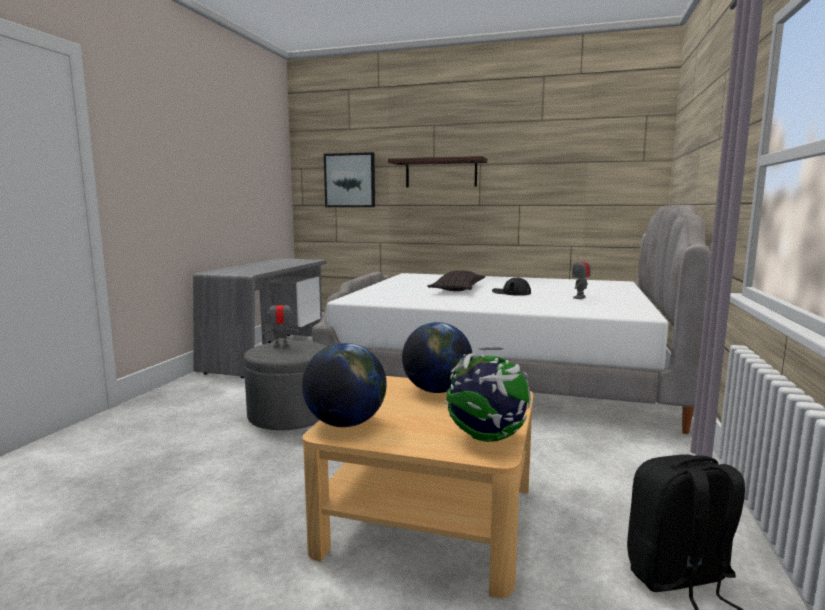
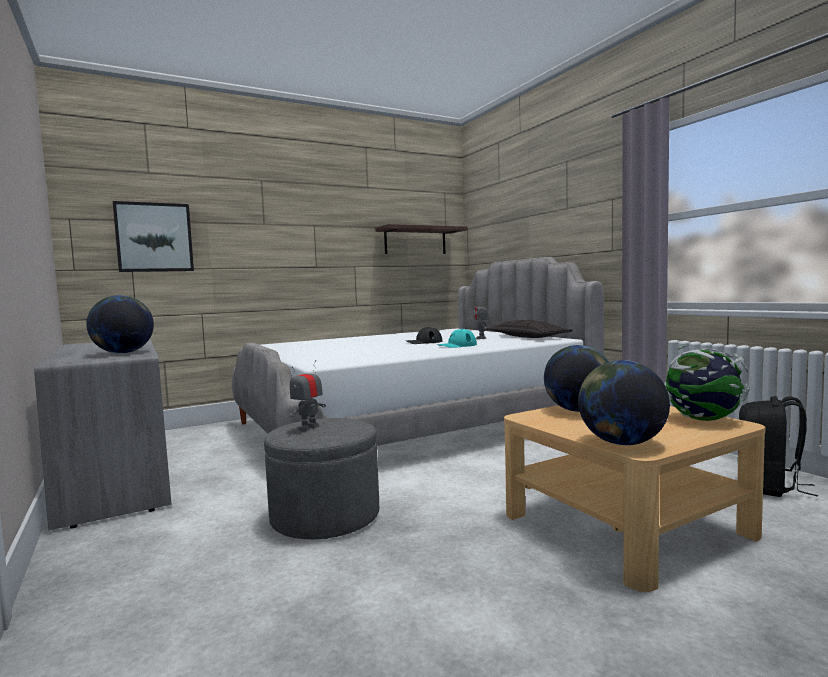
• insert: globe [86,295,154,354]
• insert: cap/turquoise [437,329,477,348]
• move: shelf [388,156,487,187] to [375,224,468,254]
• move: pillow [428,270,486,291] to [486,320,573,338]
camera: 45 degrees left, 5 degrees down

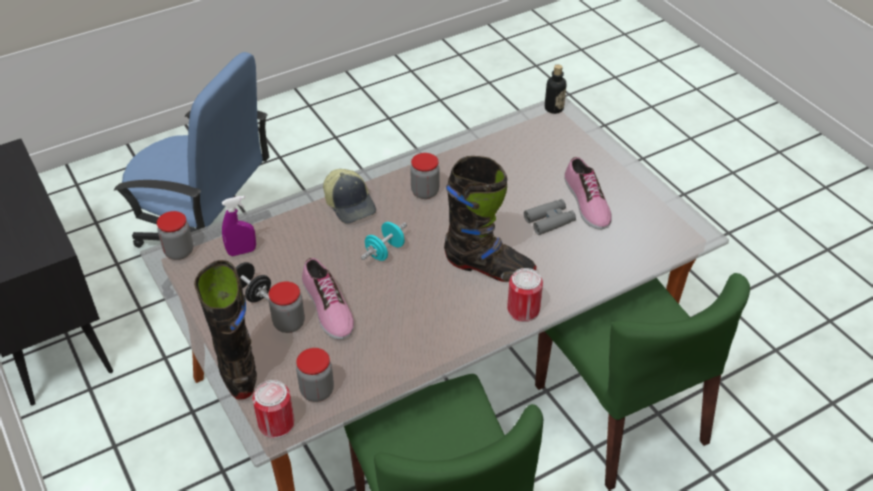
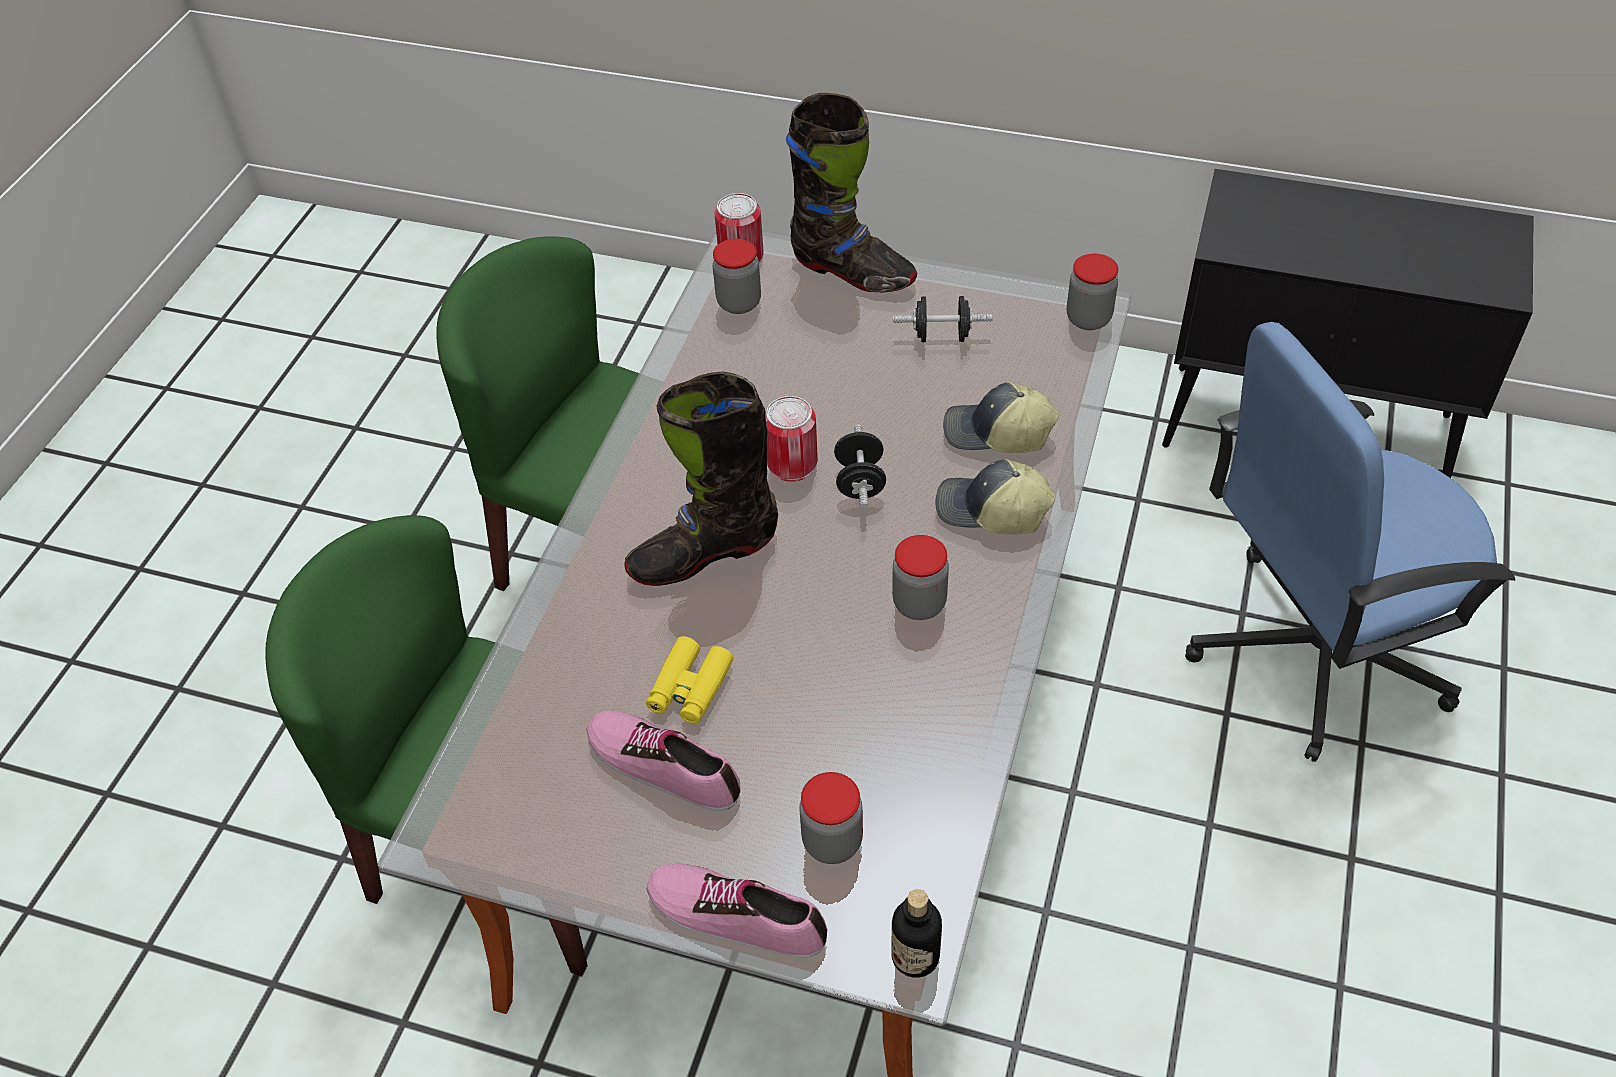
• delete: spray bottle/purple [222,196,256,256]
• insert: cap [943,382,1059,453]
• move: jar [269,281,305,333] to [799,772,863,864]
• move: shoe [302,258,354,340] to [646,864,827,958]
• move: can [507,268,543,322] to [765,396,818,482]
• recolor: dumbbell/turquoise [361,222,407,261] to dumbbell/black [834,425,886,508]
• recolor: binoculars/grey [524,199,576,235] to binoculars/yellow [646,636,733,724]
camera: 140 degrees right, 5 degrees up

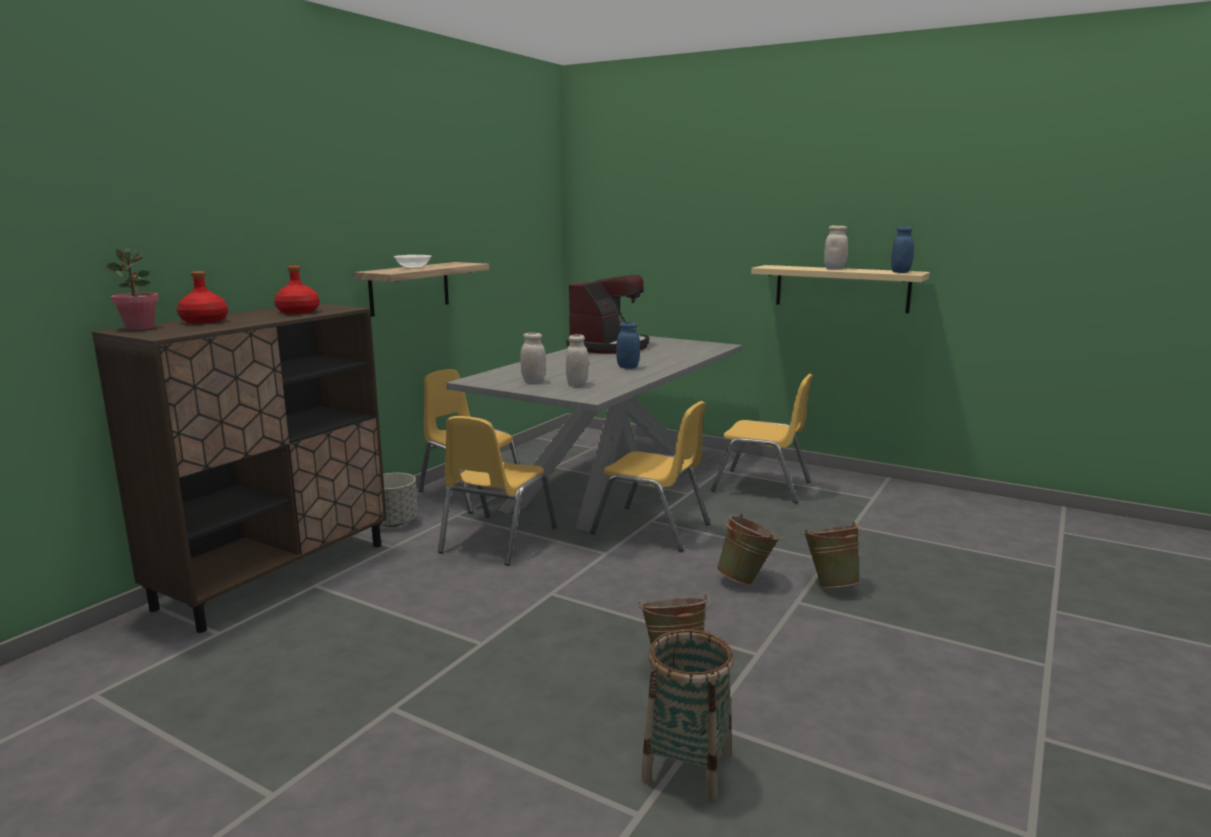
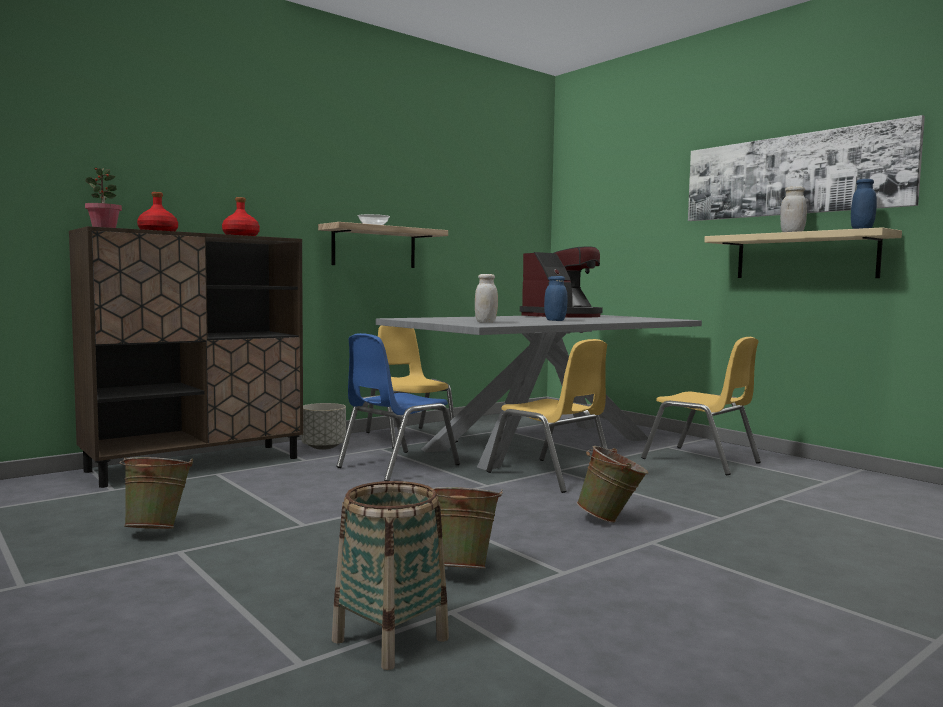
• delete: jar/white [520,333,546,383]
• insert: picture [688,115,925,221]
• move: bucket/green [803,522,863,588] to [120,457,193,529]
• recolor: chair/yellow [438,416,557,566] to chair/blue [337,333,460,481]
camera: 20 degrees right, 10 degrees down

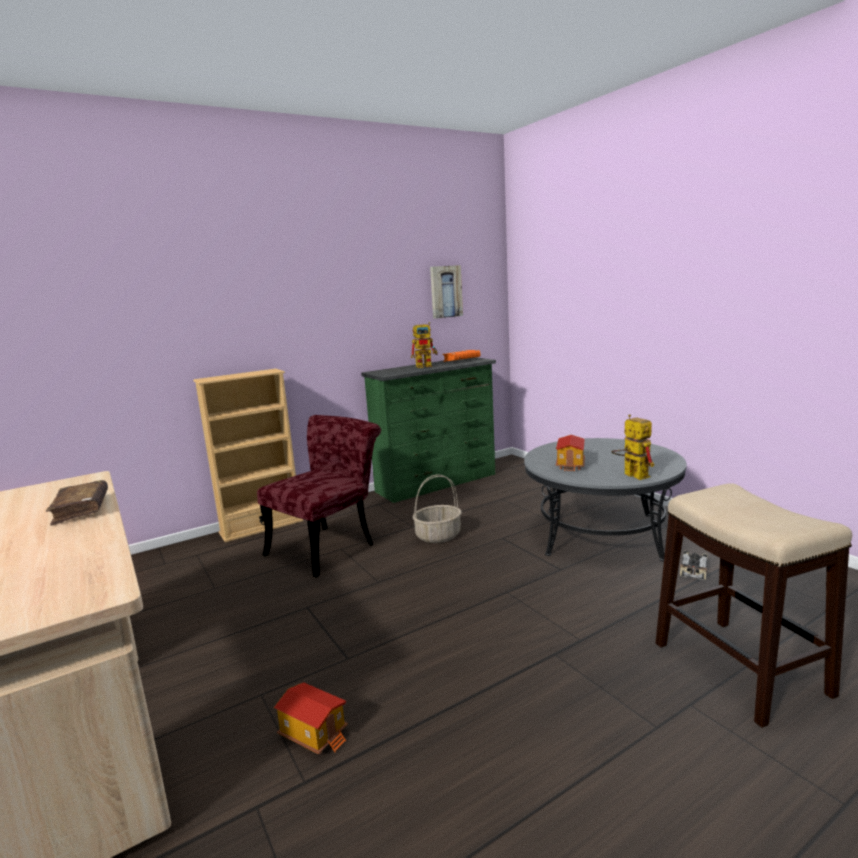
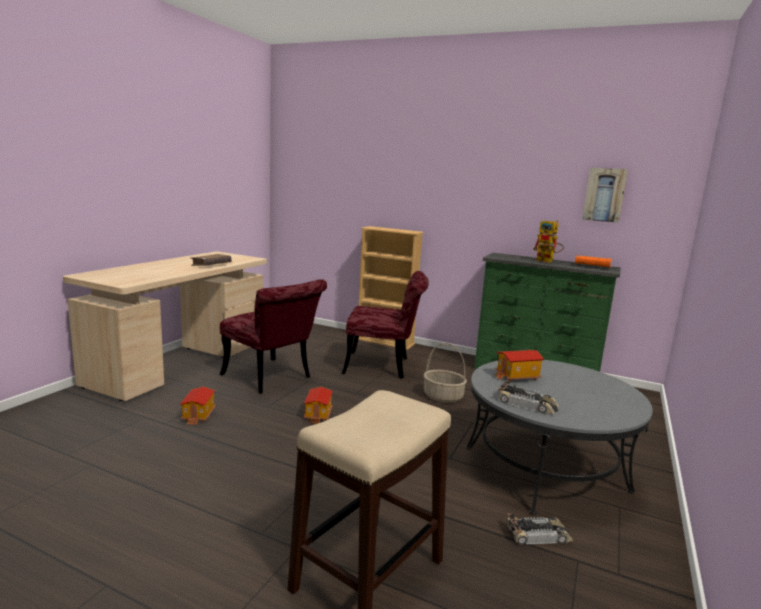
• insert: chair/red [220,279,327,394]
• insert: toy house [304,387,333,423]
• replace: toy robot [611,414,654,480] to toy car [499,380,559,414]
camera: 55 degrees right, 0 degrees up

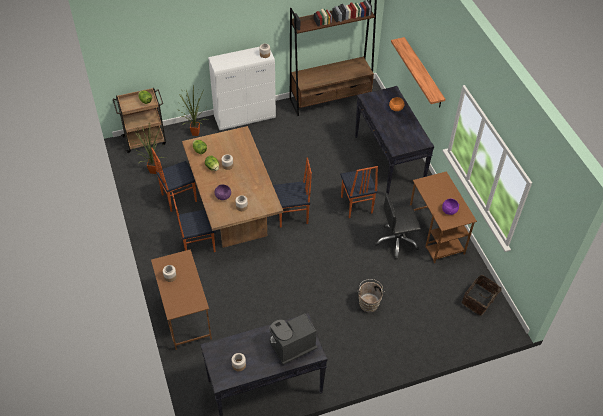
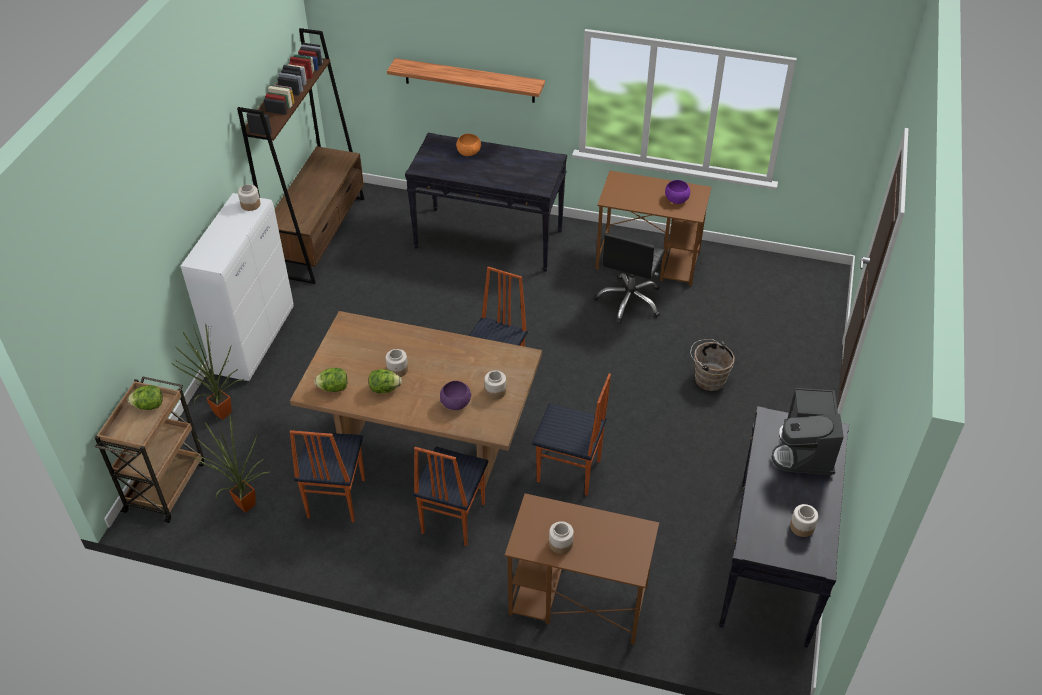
• delete: basket [462,275,501,316]
• move: chair [340,166,378,218] to [532,374,611,496]
camera: 55 degrees left, 5 degrees down

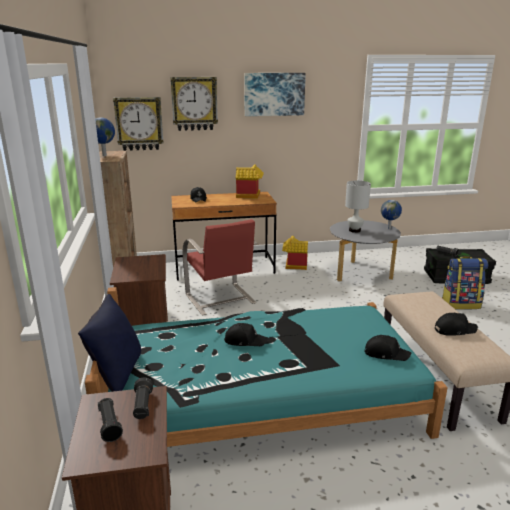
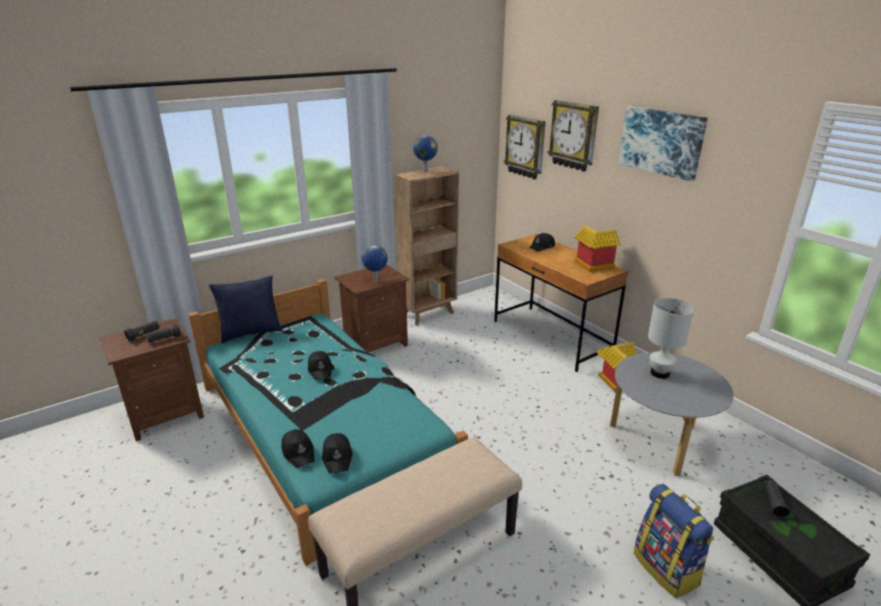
• delete: chair/red [182,219,257,316]
• move: globe [381,200,402,229] to [362,245,388,282]
• move: cap/black [435,313,478,336] to [281,429,315,468]
camera: 65 degrees right, 5 degrees up

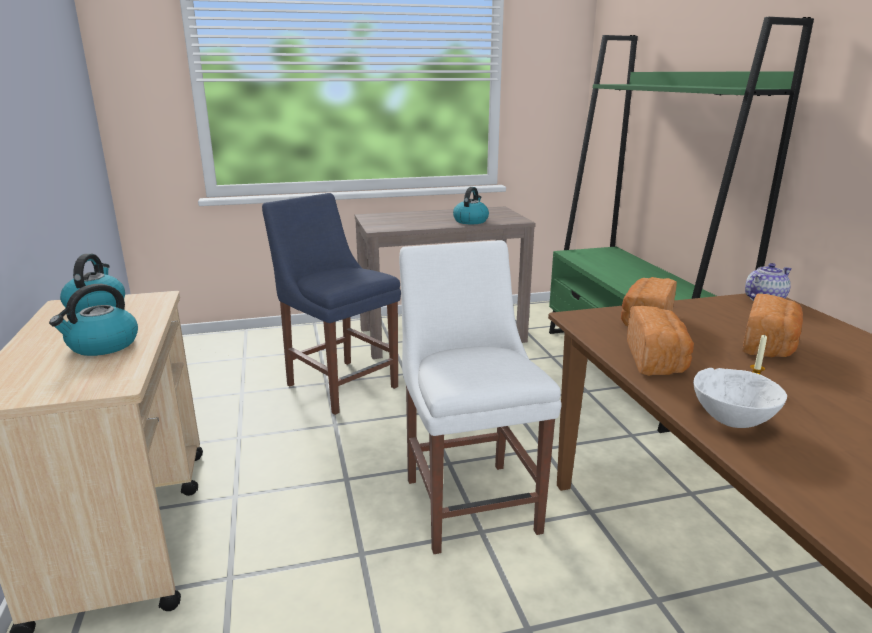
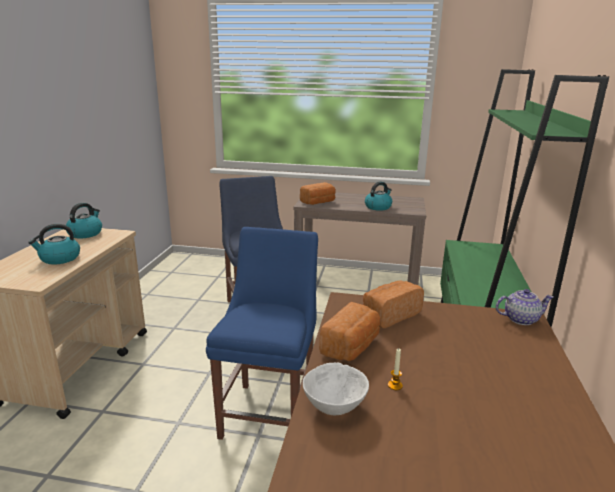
• move: bread [742,294,803,357] to [300,182,336,205]
• recolor: chair/white [399,240,562,554] to chair/blue [206,227,318,440]
camera: 25 degrees right, 0 degrees up

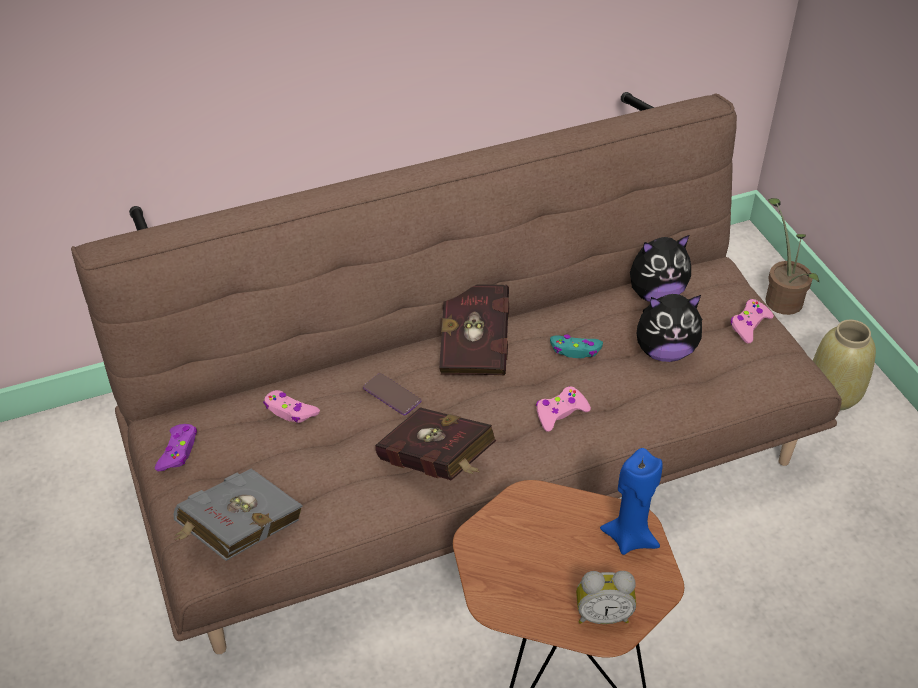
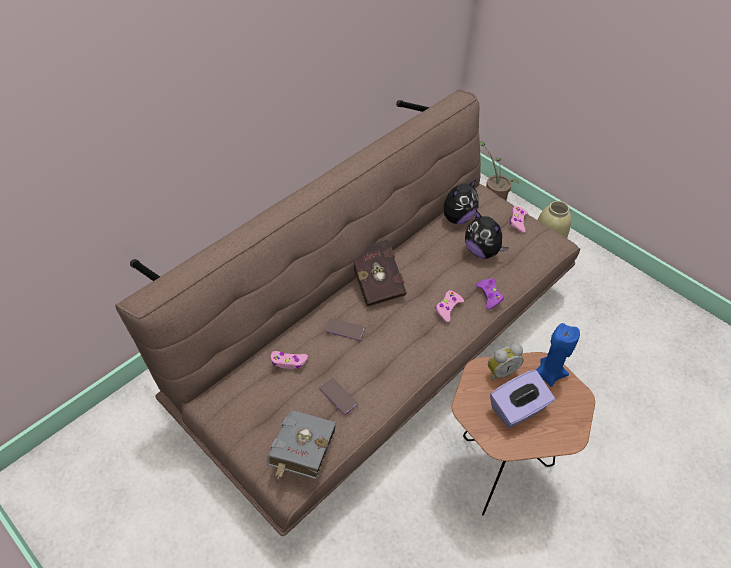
• delete: book/red [375,407,496,481]
• delete: game controller/turquoise [550,334,603,358]
• insert: phone [319,378,358,415]
• insert: tissue box/purple [490,370,555,428]
• move: game controller/purple [155,424,197,471] to [476,279,503,310]
• move: alarm clock [576,571,636,624] to [488,343,524,381]
• rotate: plush toy [637,294,703,362] = [465,210,509,259] 75 degrees clockwise
camera: 25 degrees left, 5 degrees up

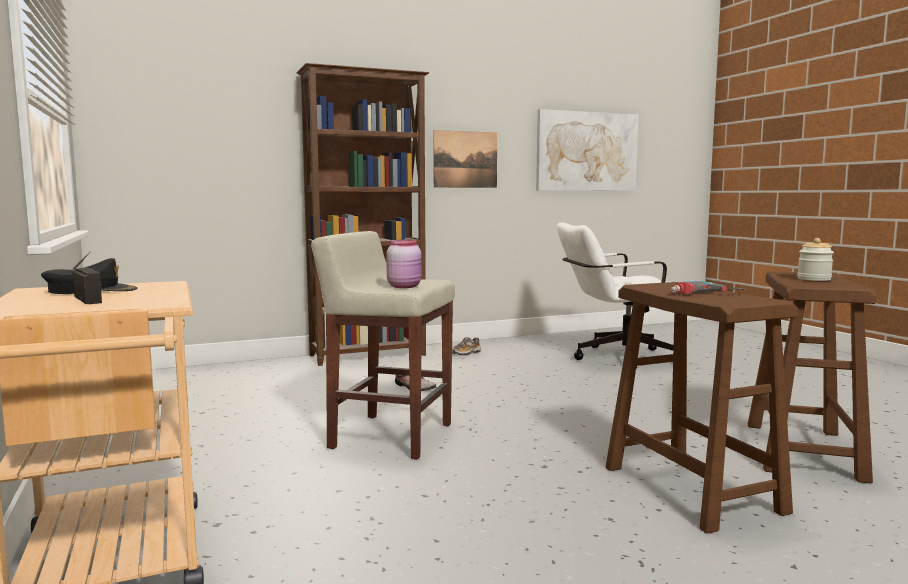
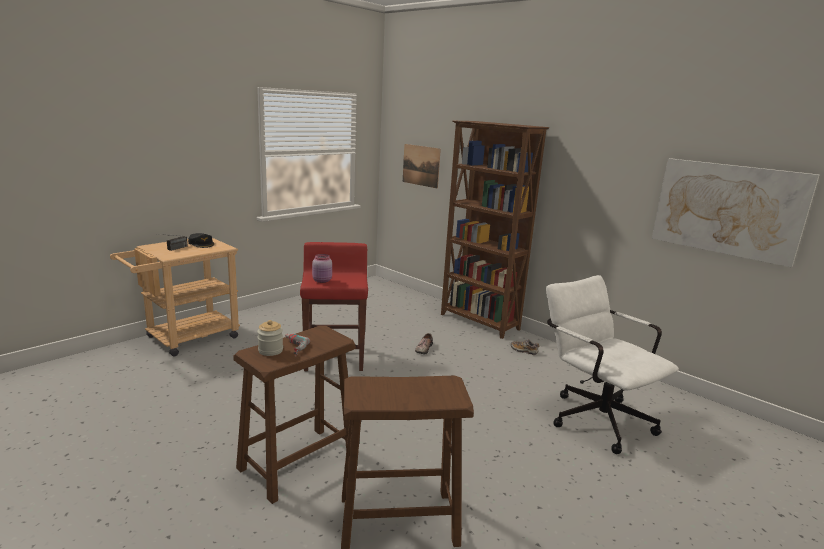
• move: picture [433,130,497,188] to [403,144,441,189]
• move: jar [797,238,834,281] to [257,320,283,356]
• recolor: stool/beige [311,231,455,460] to stool/red [300,242,368,371]
camera: 65 degrees right, 10 degrees up

